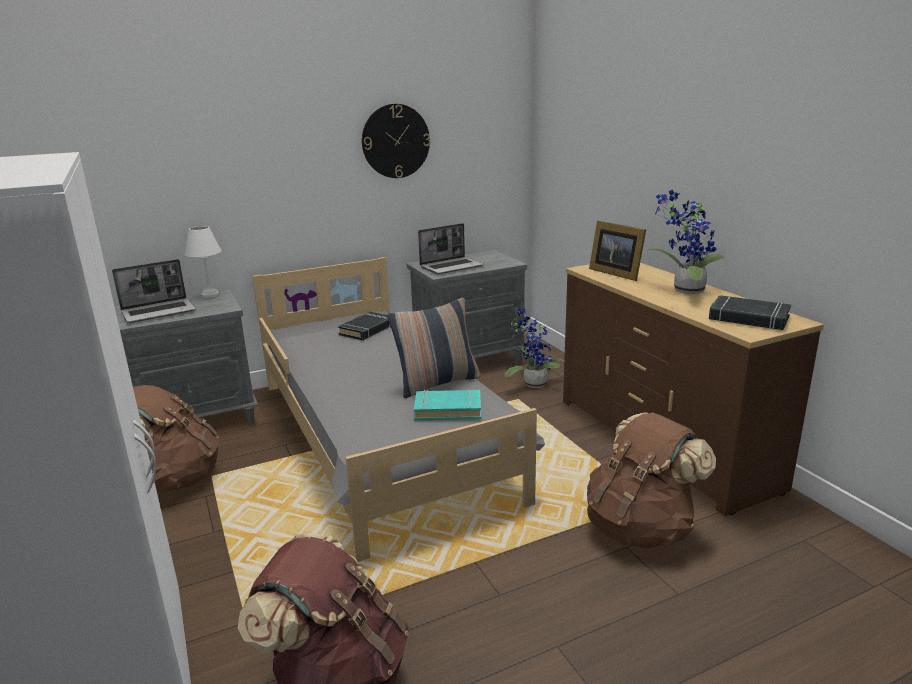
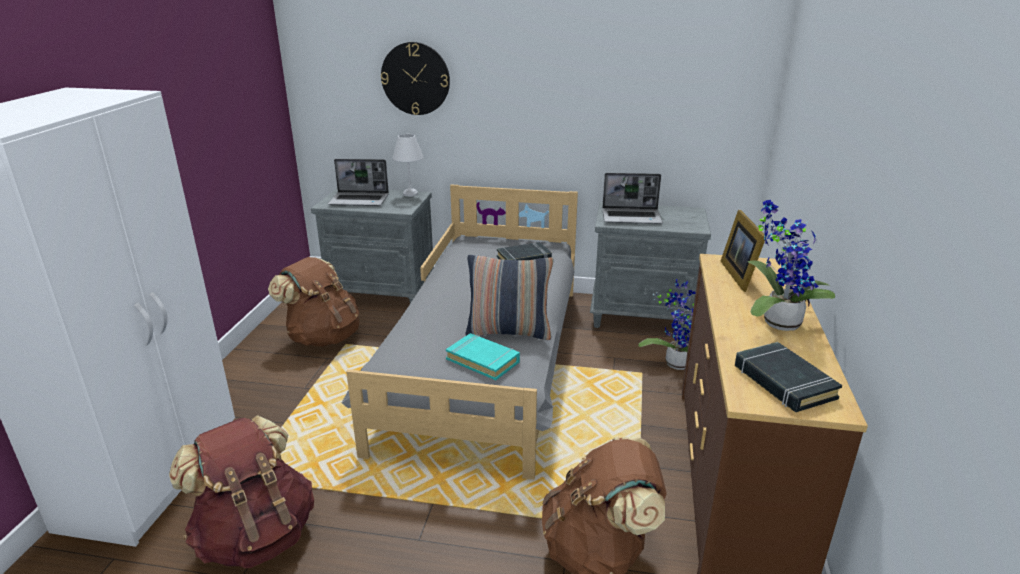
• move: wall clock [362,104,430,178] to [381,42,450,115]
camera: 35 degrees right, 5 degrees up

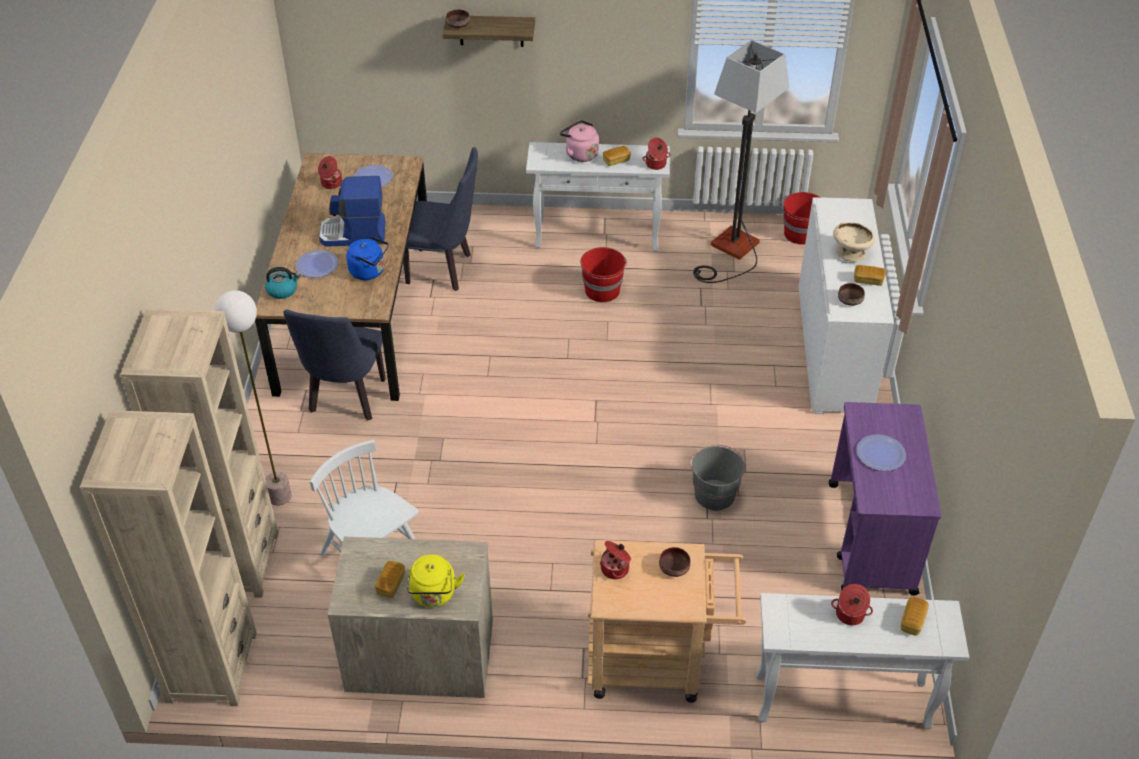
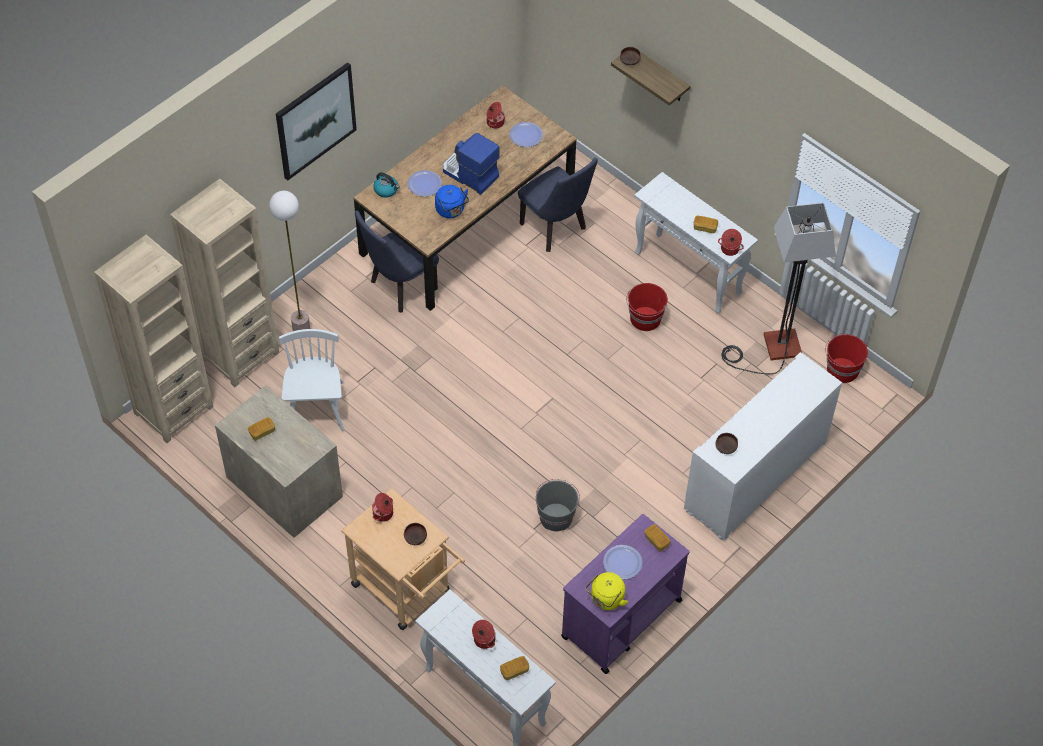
• delete: kettle/pink [560,120,599,162]
• delete: bowl/beige [833,222,875,262]
• insert: picture [276,62,357,181]
• move: kettle/yellow [407,554,465,607] to [585,572,628,610]
• move: bread [854,265,886,286] to [645,524,671,552]
camera: 40 degrees right, 10 degrees up

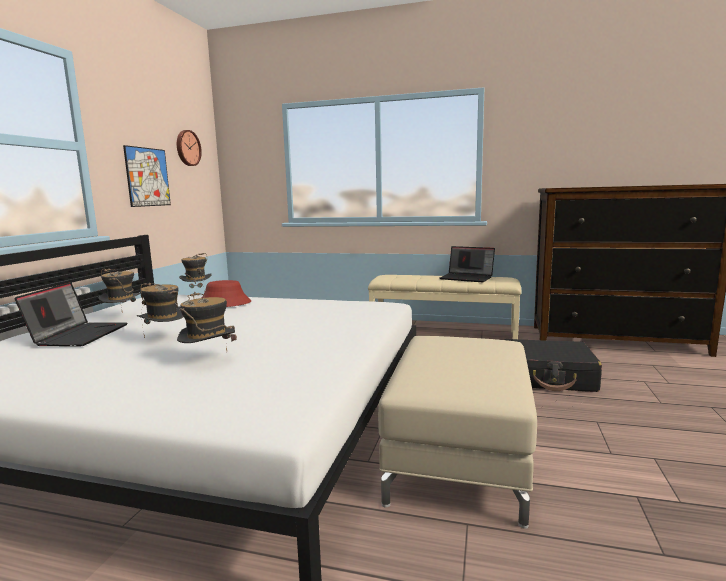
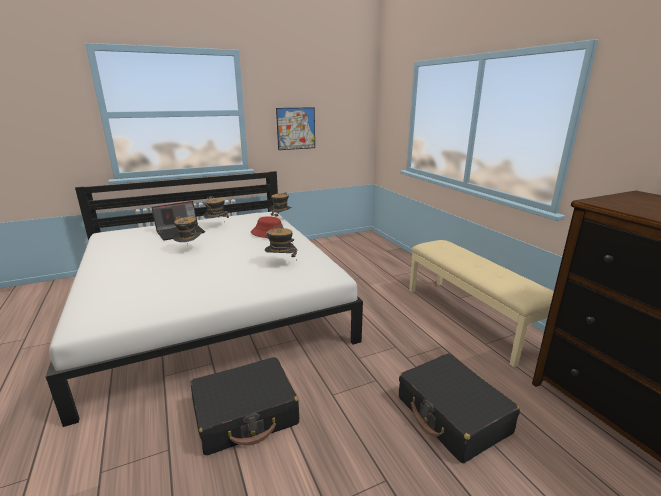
• delete: wall clock [177,130,202,166]
• delete: laptop [440,246,495,282]
• move: hat [177,292,237,351] to [265,224,297,262]
• replace: ottoman/beige [378,336,537,529] to suitcase/black [191,357,299,455]
camera: 50 degrees right, 10 degrees up

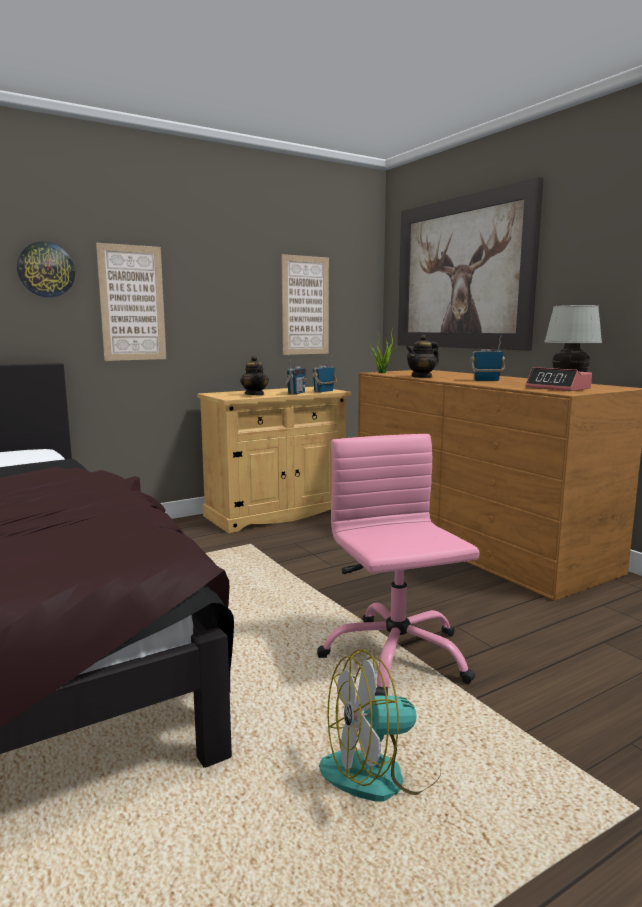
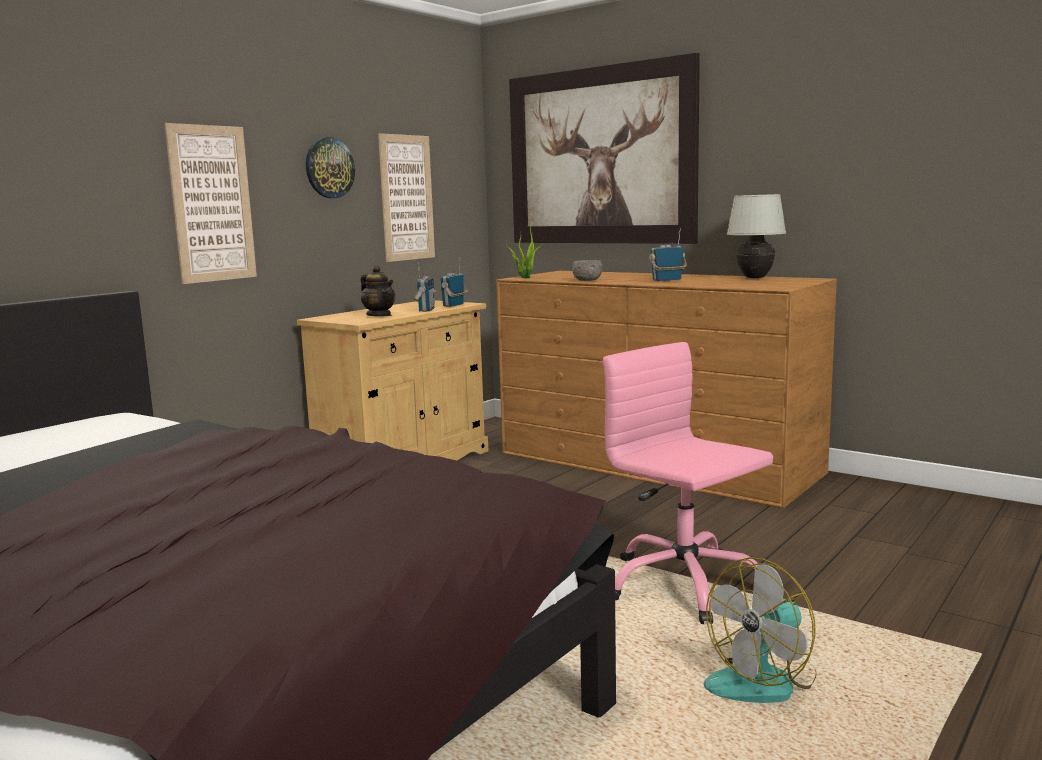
• delete: alarm clock [525,367,592,391]
• move: wall clock [17,242,75,297] to [306,137,355,198]
• replace: teapot [406,335,439,378] to bowl/grey [572,260,602,281]
camera: 20 degrees left, 0 degrees up

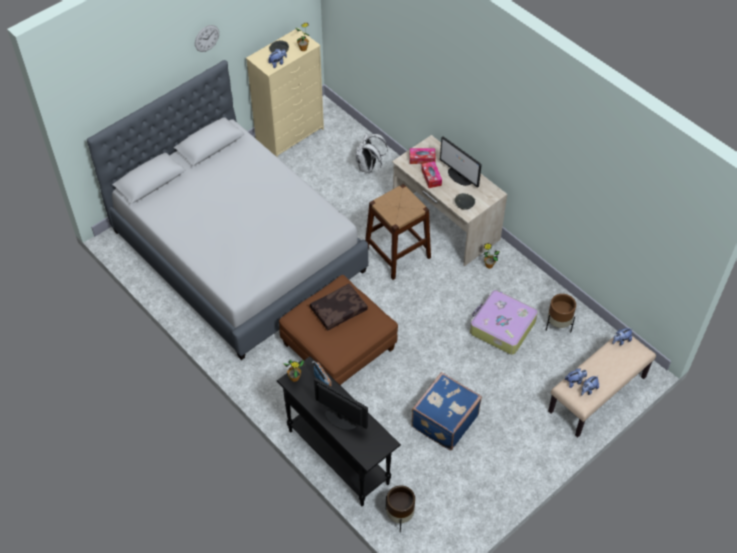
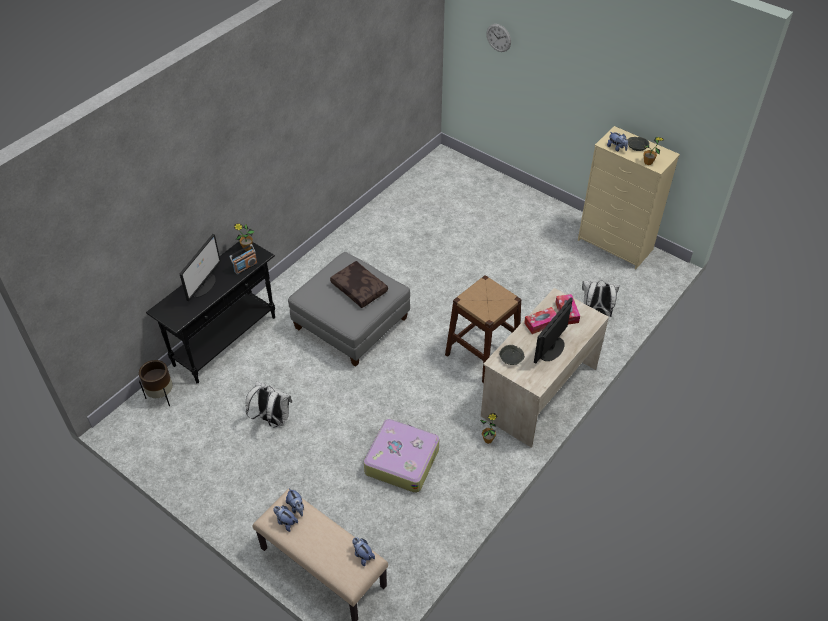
• delete: bed/grey [87,60,368,360]
• delete: planter/brown [546,294,576,333]
• move: wall clock [195,25,219,52] to [486,24,511,52]
• replace: suitcase/blue [411,372,482,450] to backpack/white [246,381,292,428]
• recolor: ottoman/brown [279,275,398,385] to ottoman/grey [288,252,410,367]
camera: 80 degrees right, 5 degrees down

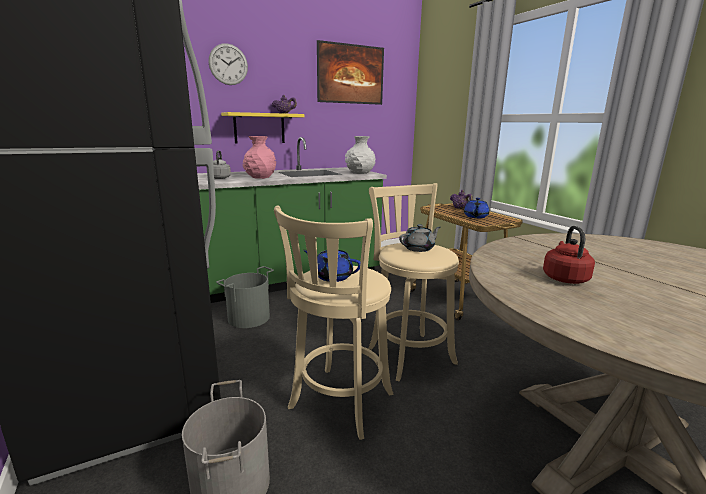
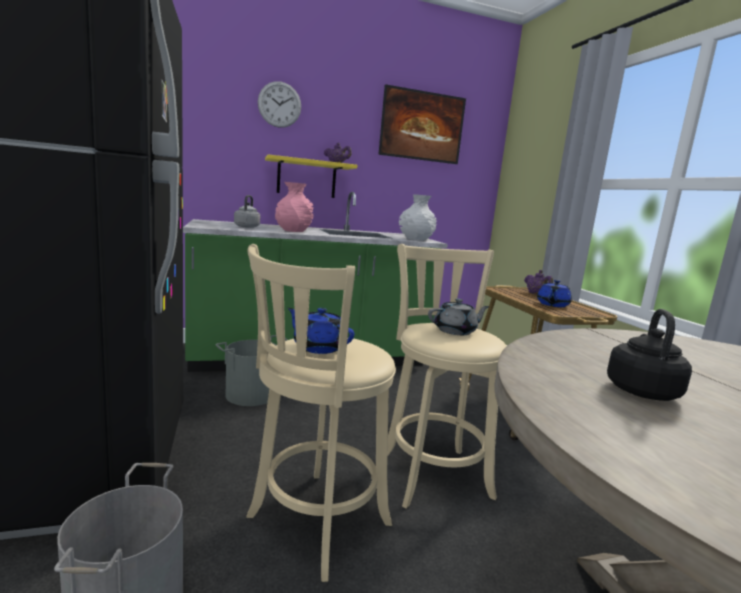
• recolor: kettle/red [543,226,595,284] to kettle/black [607,309,692,401]
camera: 10 degrees right, 5 degrees down

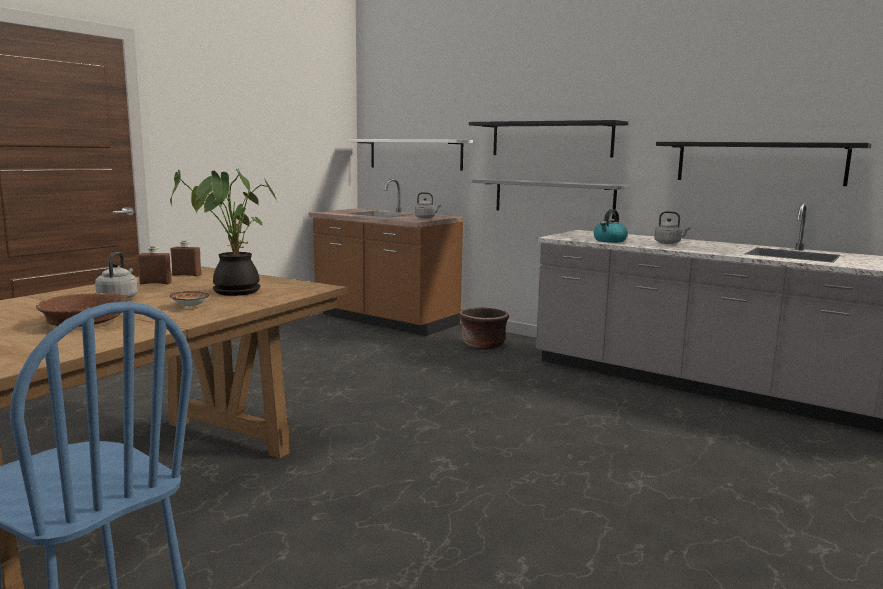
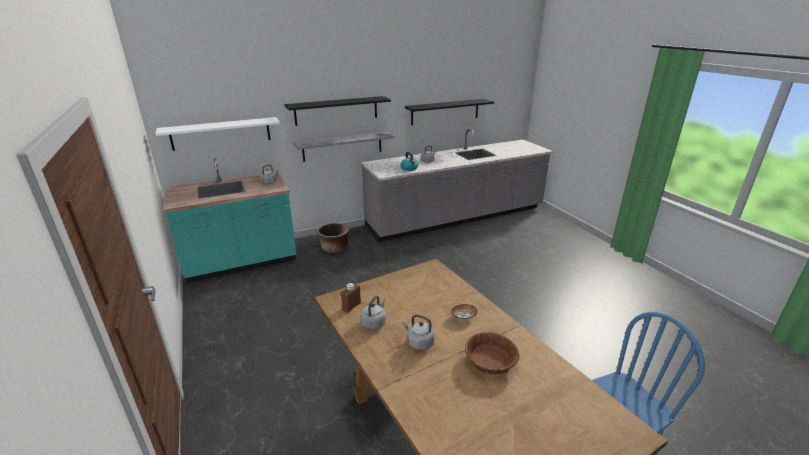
• delete: potted plant [170,168,279,296]
• replace: bottle/brown [138,246,172,284] to kettle/grey [360,296,386,330]
• recolor: counter/brown [309,179,464,336] to counter/turquoise [163,158,297,283]
camera: 60 degrees left, 15 degrees up

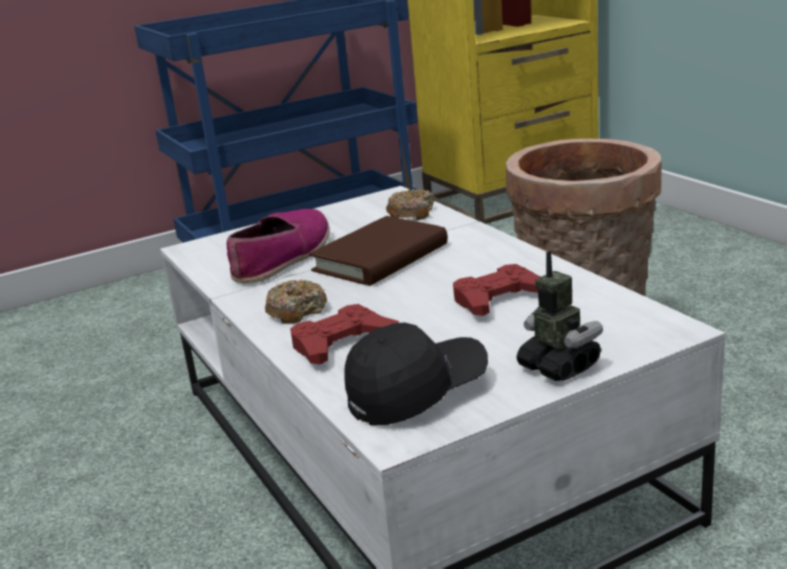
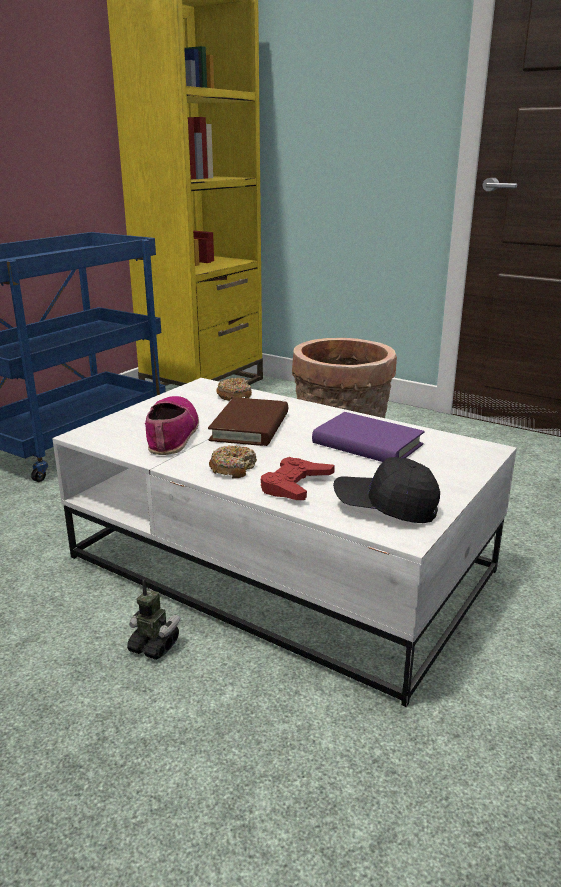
• move: toy robot [516,251,603,381] to [127,580,180,660]
• replace: game controller/red [453,264,541,316] to book/purple [312,412,425,462]
• rotate: cap/black [345,322,488,425] = [333,457,440,523] 105 degrees counterclockwise
camera: 30 degrees left, 0 degrees up

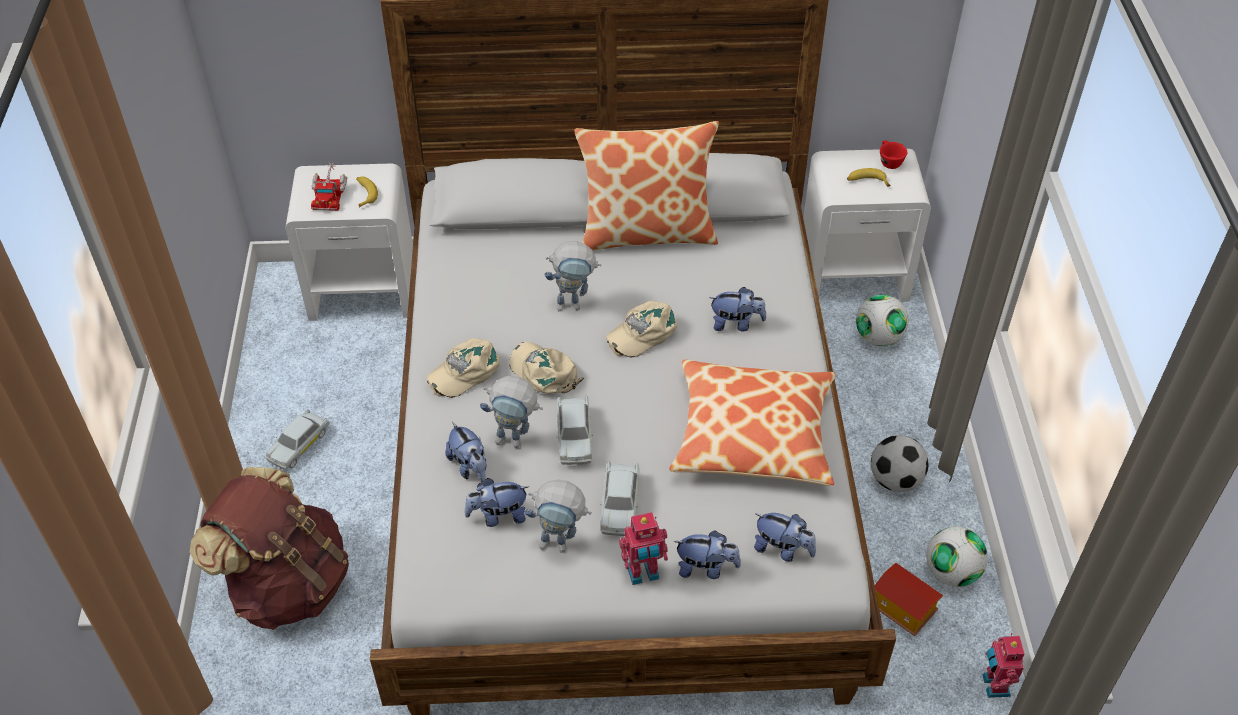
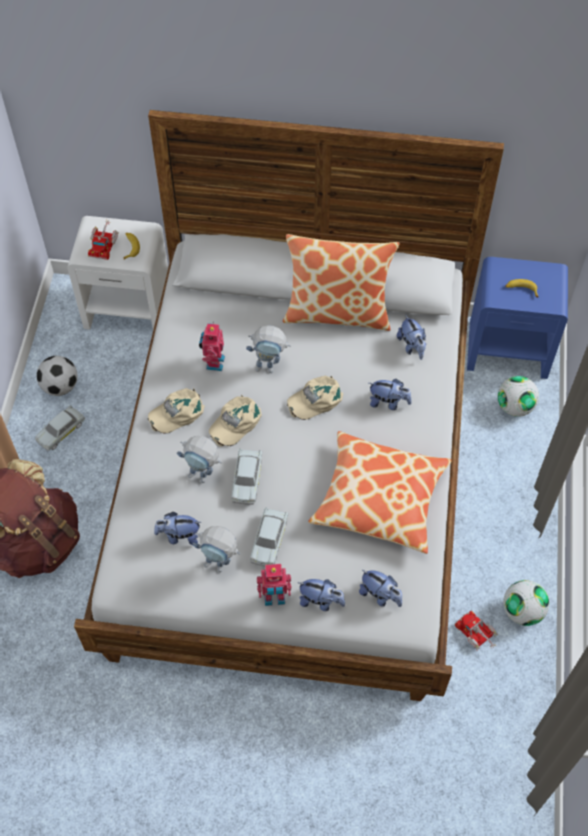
• delete: cup/red [880,140,907,169]
• move: plush toy [445,422,487,482] to [397,315,426,360]
• move: football [871,435,929,492] to [36,356,78,396]
• move: toy robot [982,633,1024,698] to [199,322,225,371]
• replace: toy house [875,563,943,636] to toy truck [455,611,497,650]
• recolor: nightstand/white [803,149,931,302] to nightstand/blue [467,257,568,379]
• rotate: cap/beige [509,342,584,394] = [209,395,262,446] 105 degrees counterclockwise
camera: 10 degrees right, 10 degrees up

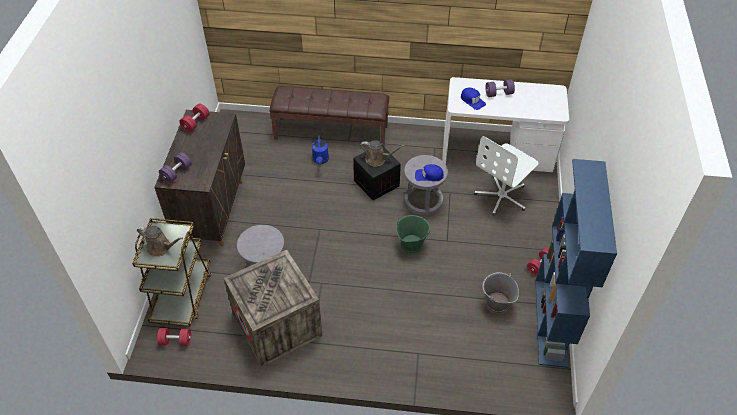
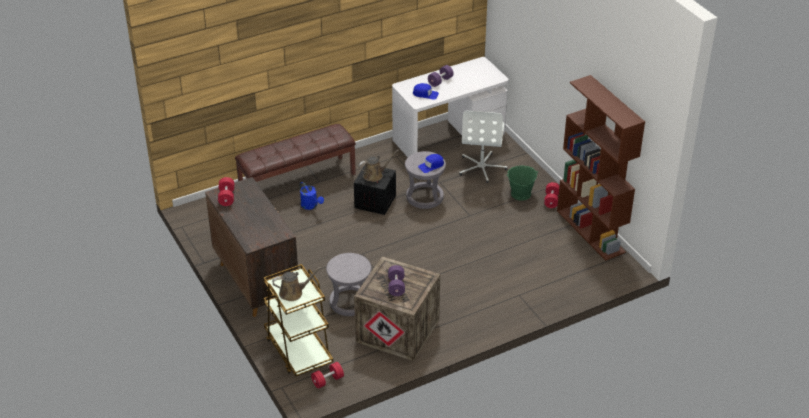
• delete: bucket/grey [482,272,519,314]
• move: dumbbell/purple [159,152,192,183] to [388,265,405,296]
• move: bucket/green [396,215,431,254] to [506,166,538,201]
• recolor: bookcase/blue [536,159,617,368] to bookcase/brown [557,75,645,260]
camera: 35 degrees left, 10 degrees down

